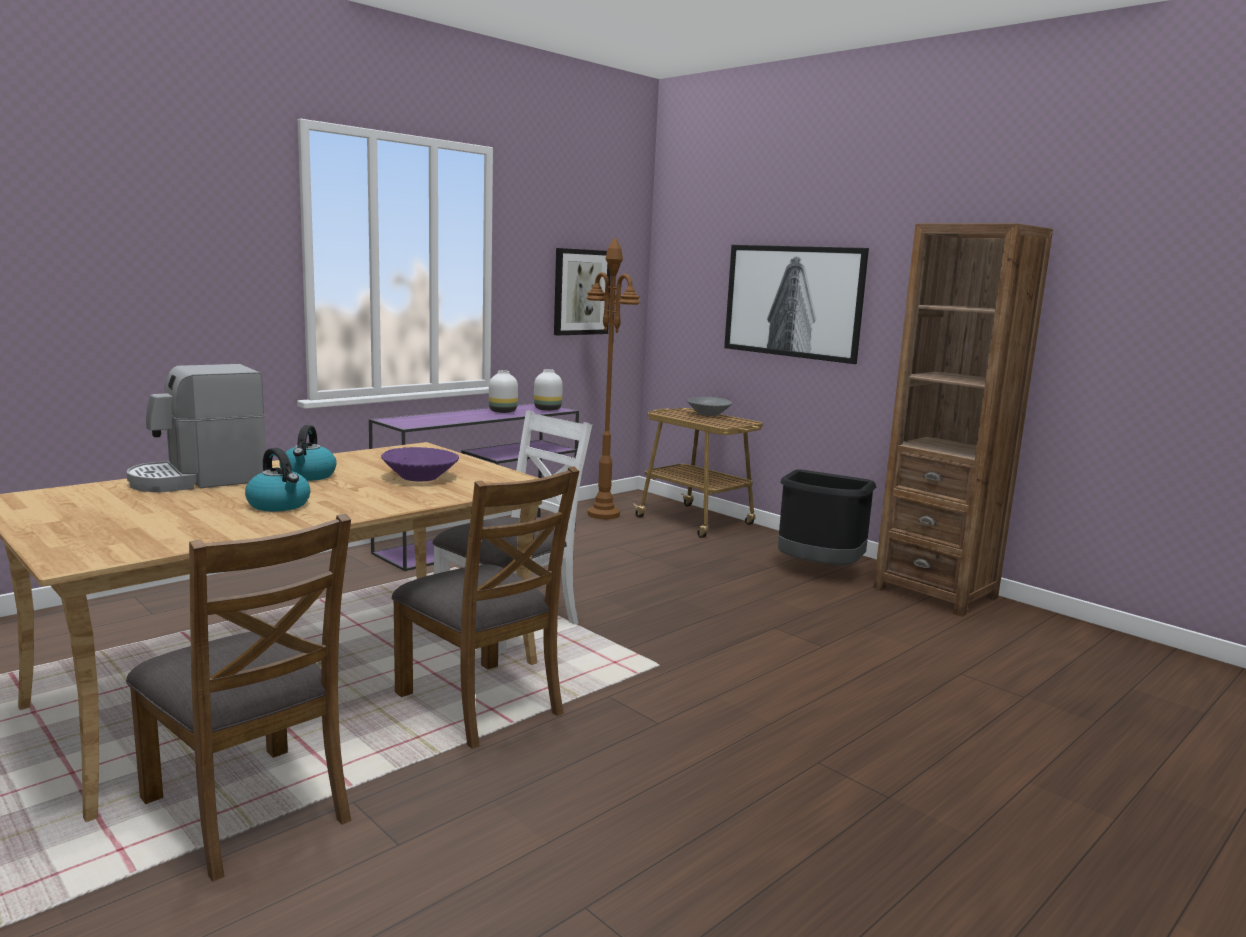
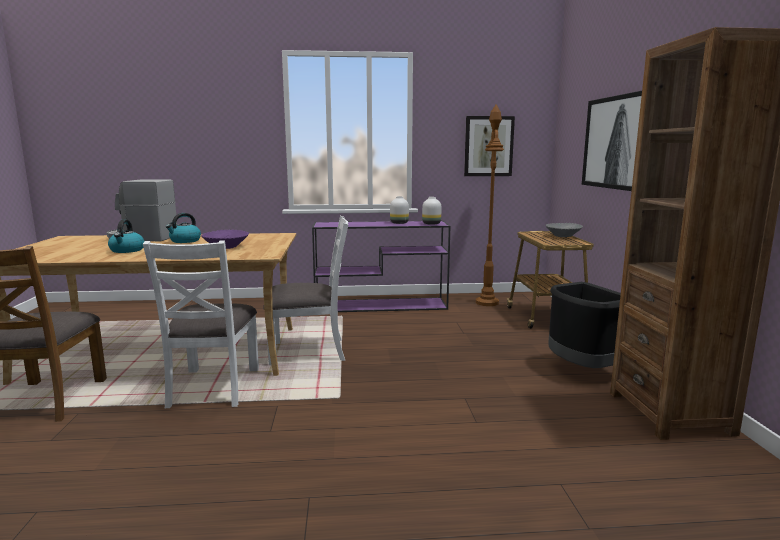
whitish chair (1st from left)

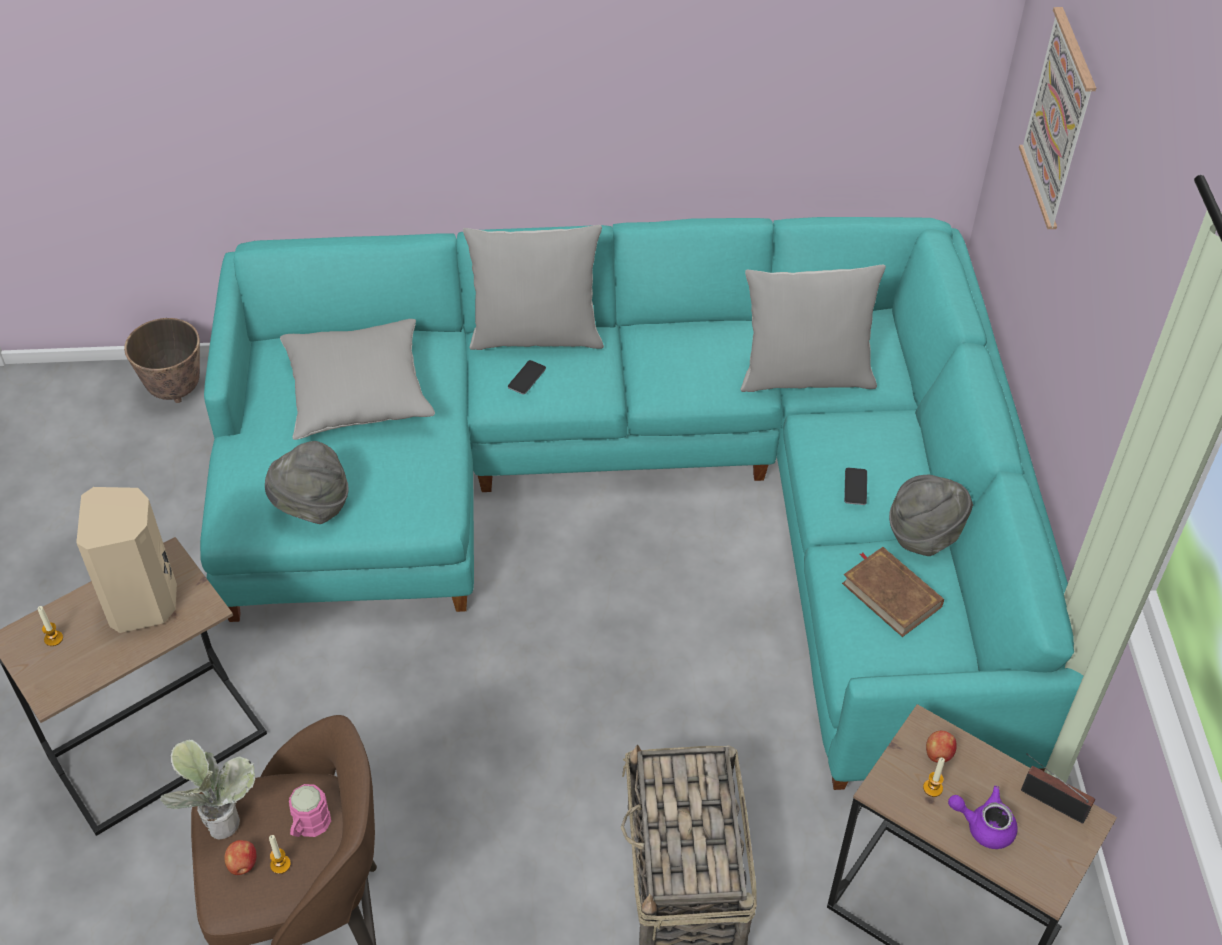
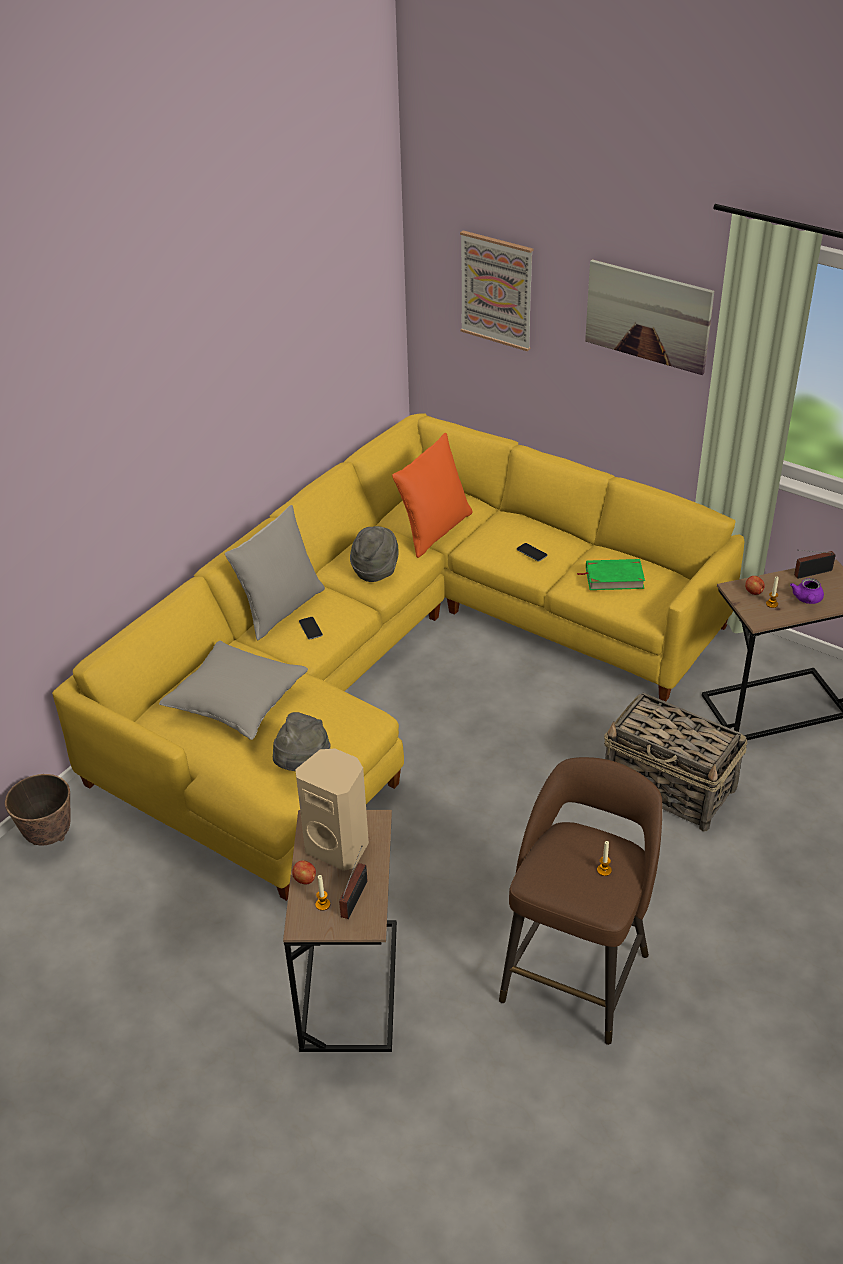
houseplant
yellowish sofa
apple fruit (1st from left)
pink coffee mug
orange cushion
greenish book
greyish wearable hat (2nd from left)
purple-coloured tea pot
radio receiver (1st from left)
wall art (2nd from left)

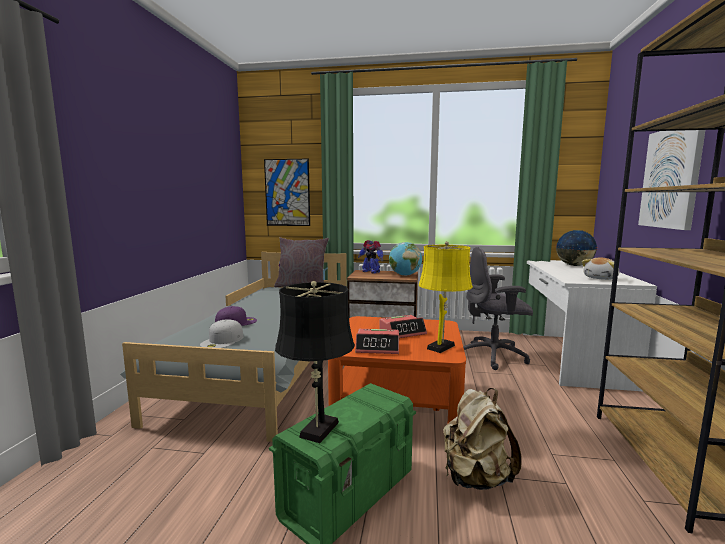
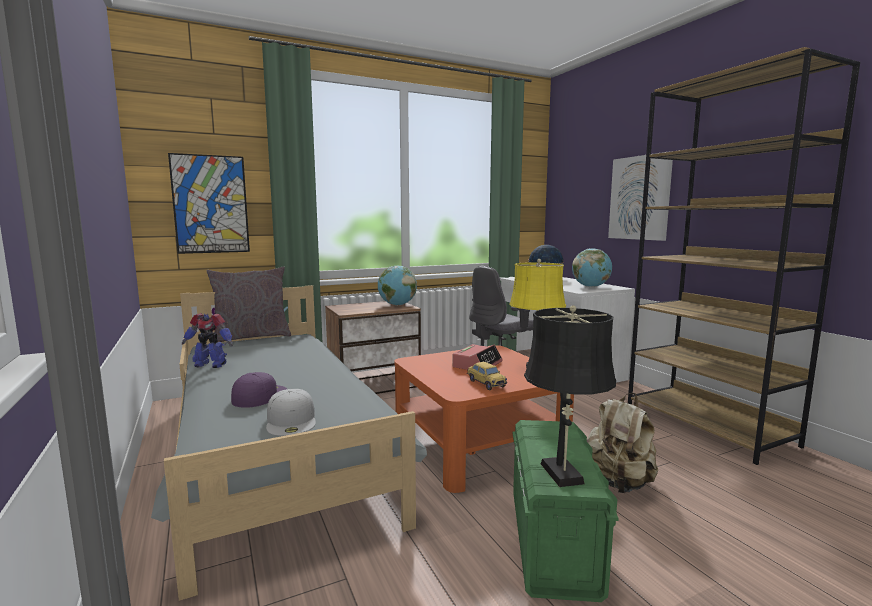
toy car
robot figure
desk globe (3rd from left)

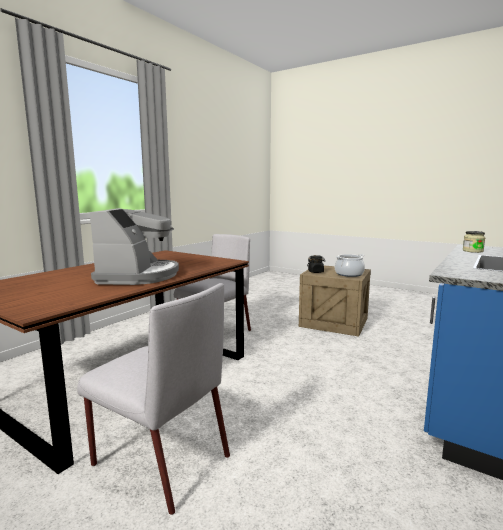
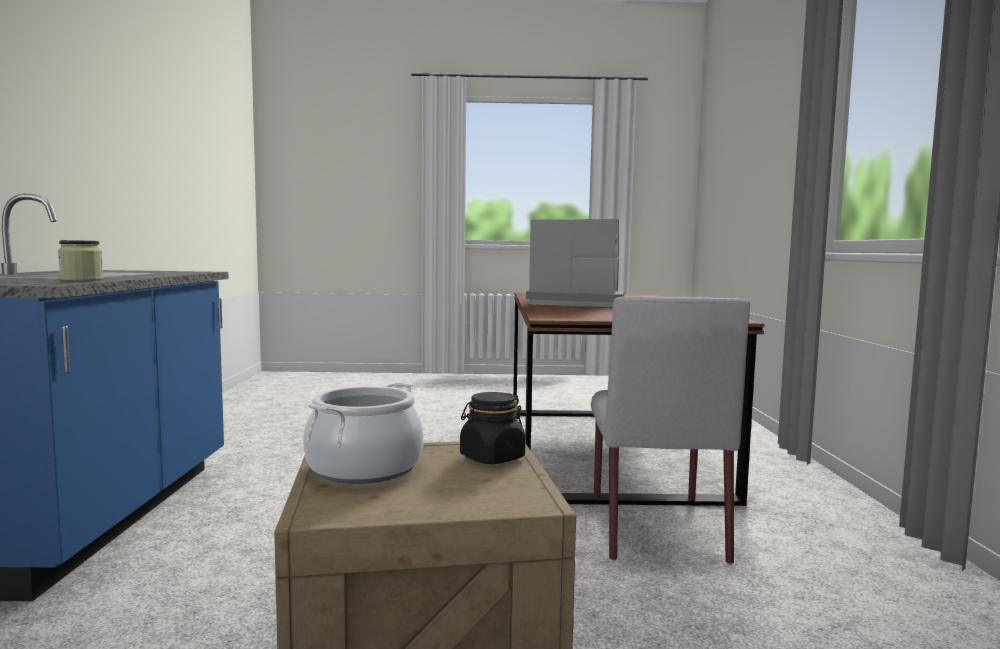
greyish chair (1st from left in the first image)
coffee maker

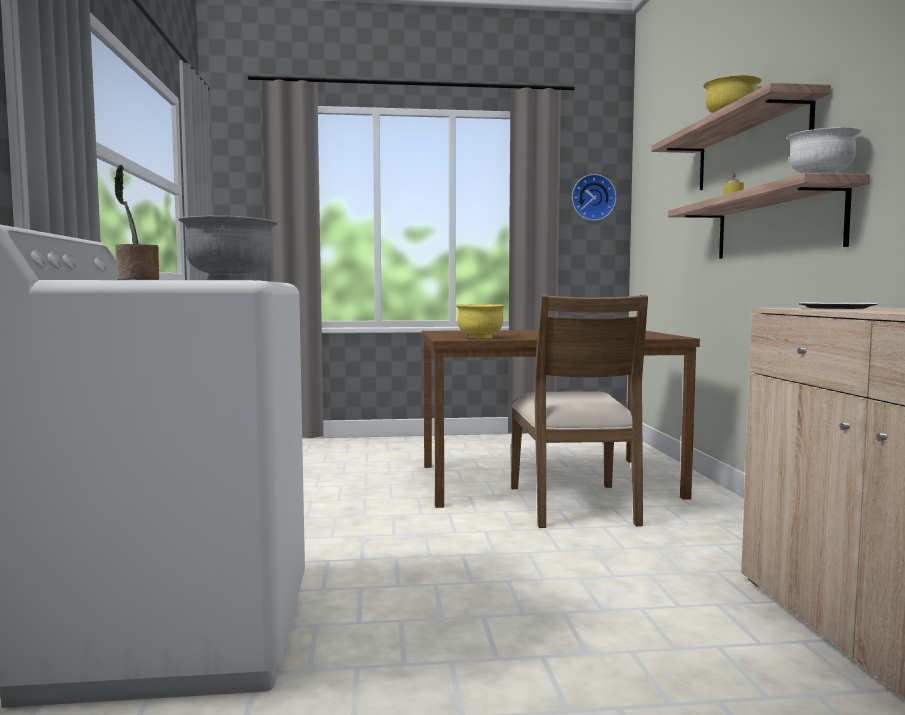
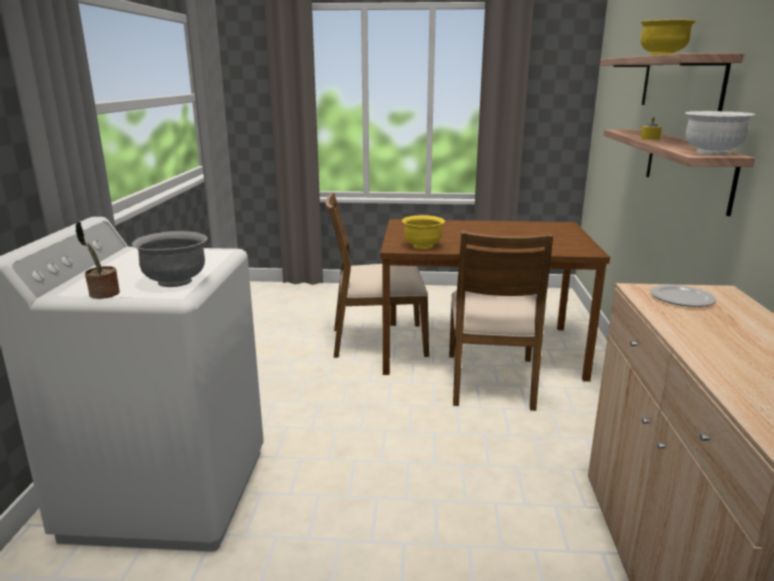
wall clock
brown chair (1st from left)

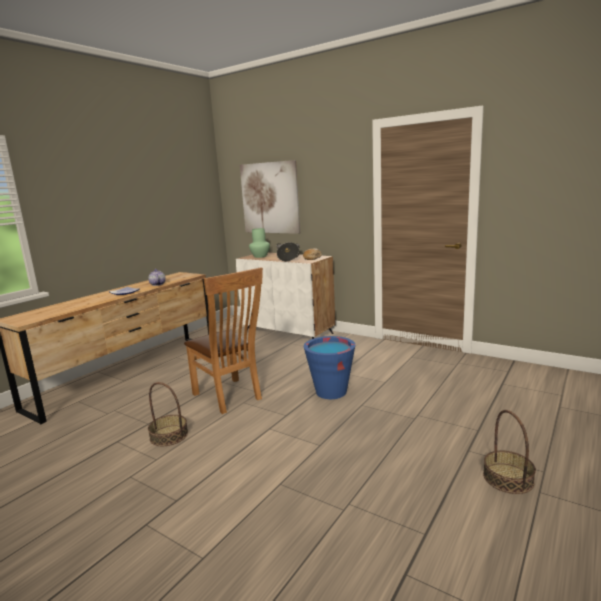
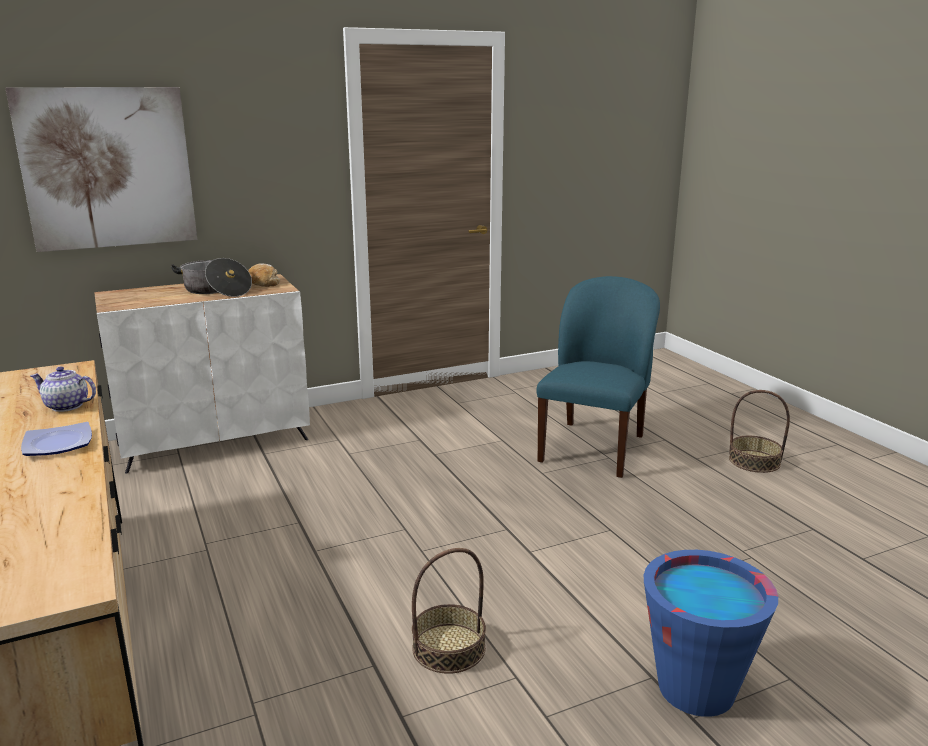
brown chair
greenish flower vase
blue-coloured water bucket
blue-coloured chair

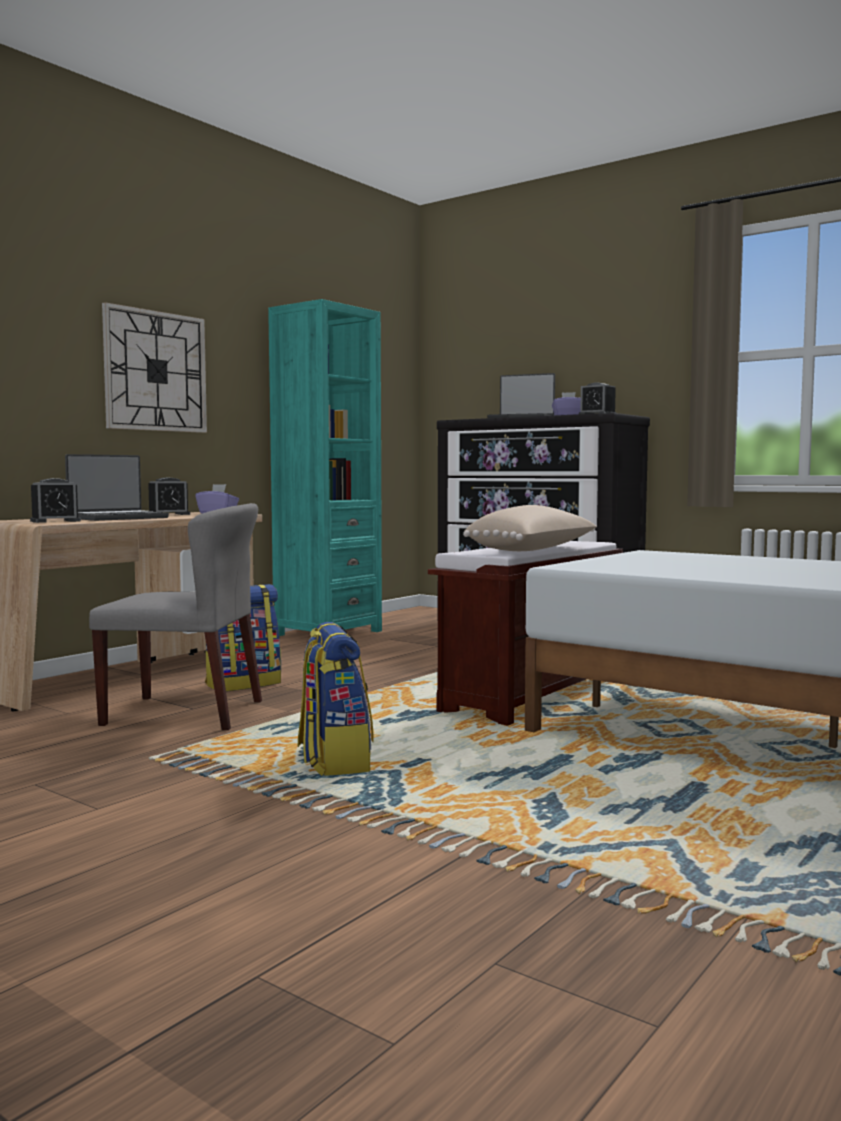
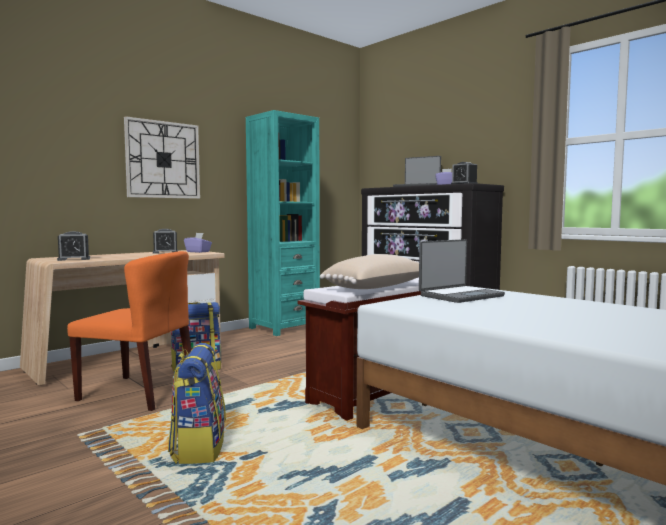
portable computer (2nd from left)
orange chair

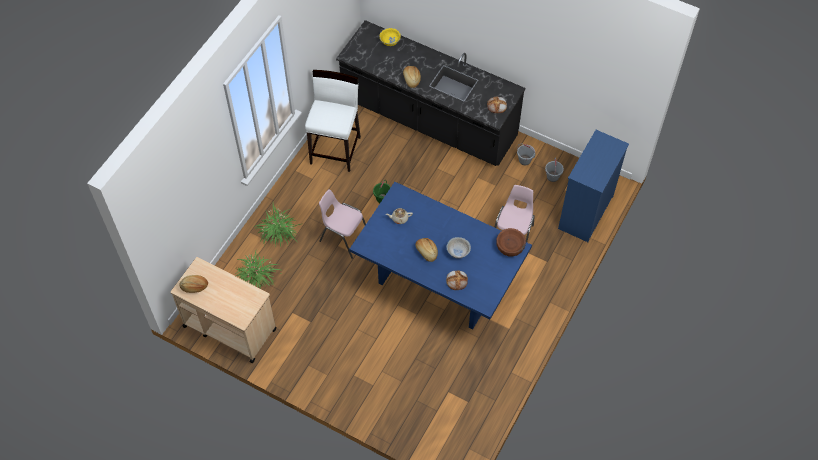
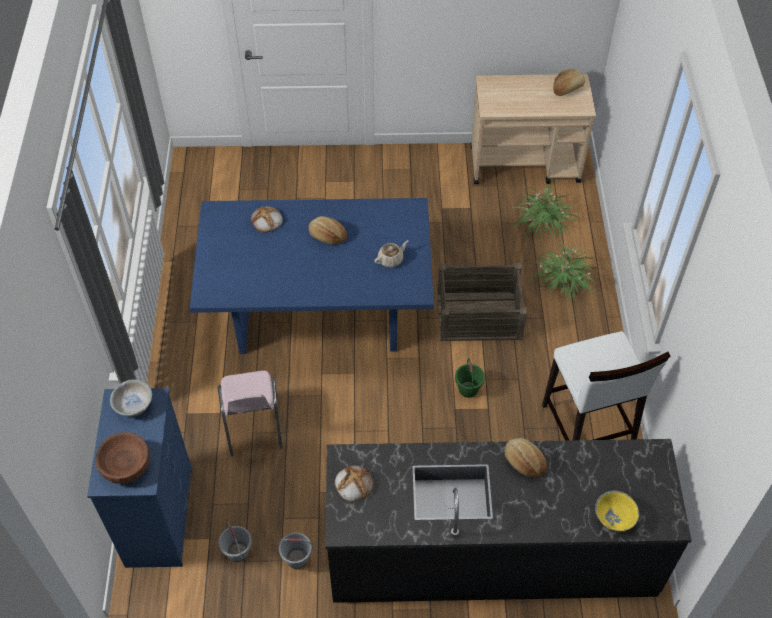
crate
whitish bowl
brown bowl

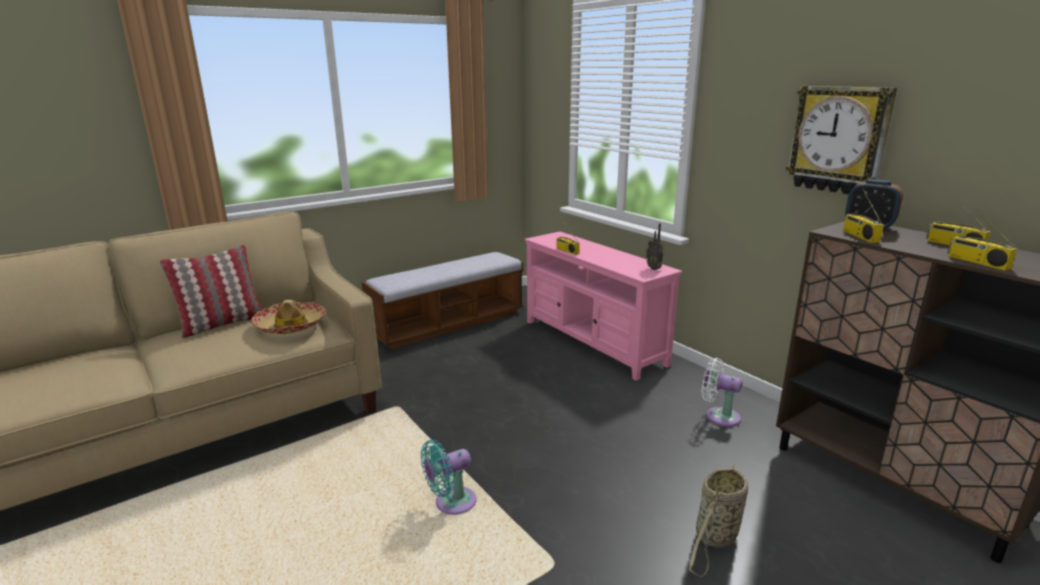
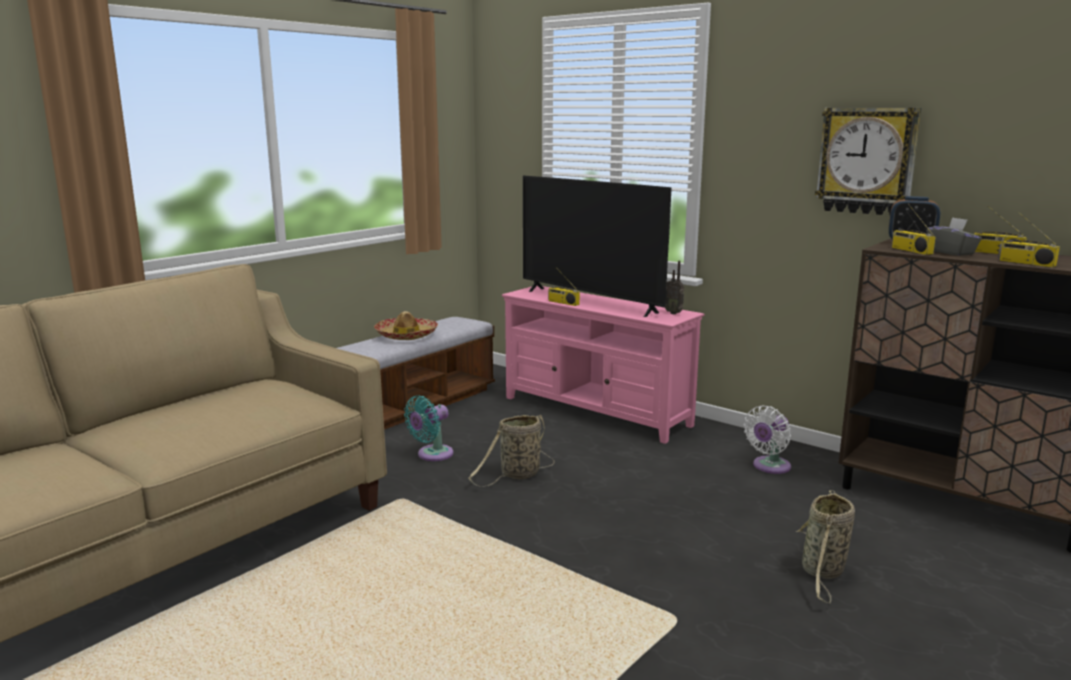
cushion
wearable hat
turquoise-coloured cooling fan
whitish cooling fan
household basket (1st from left)
television
greyish tissue box

